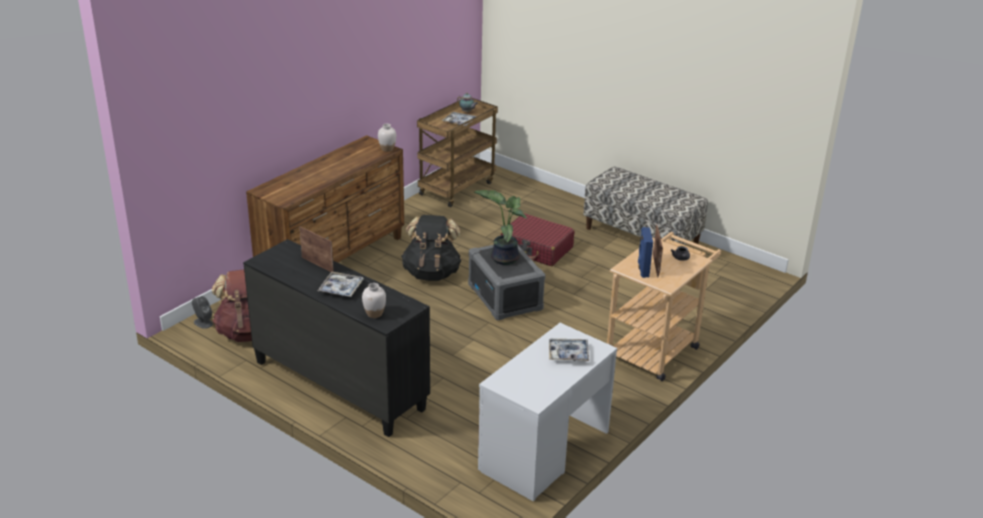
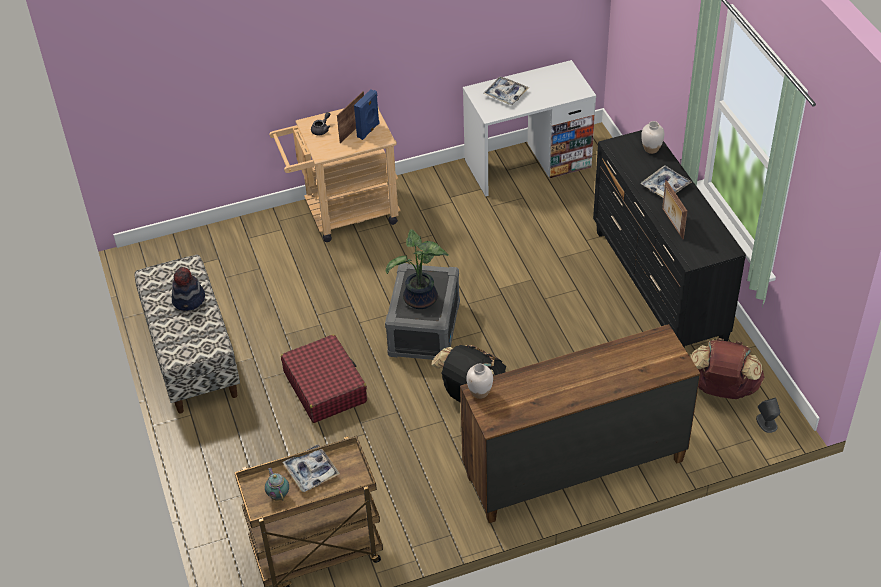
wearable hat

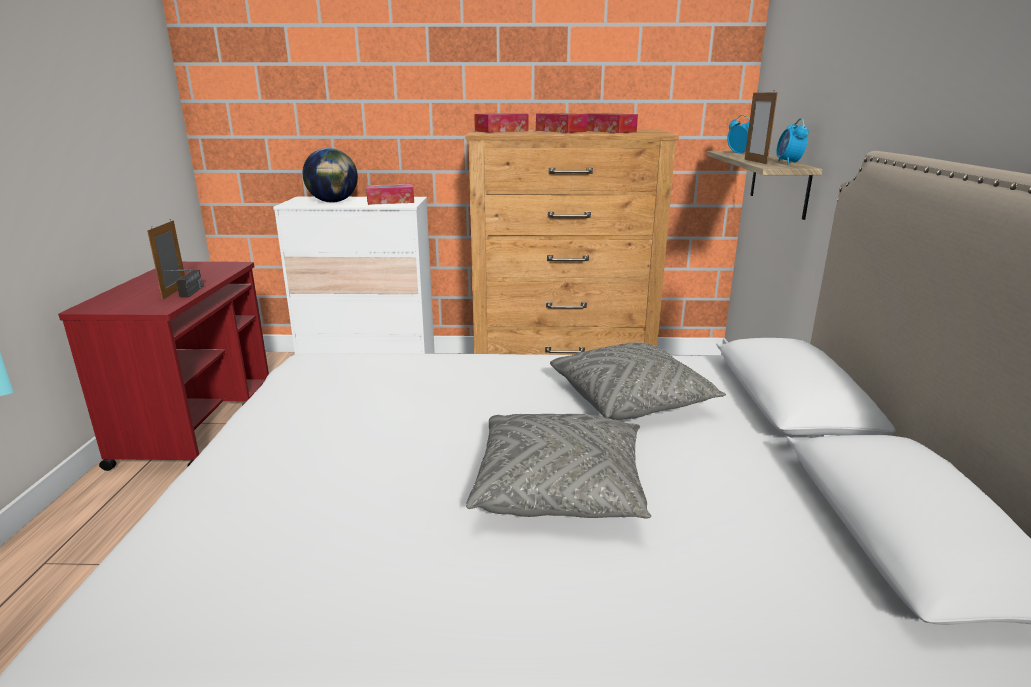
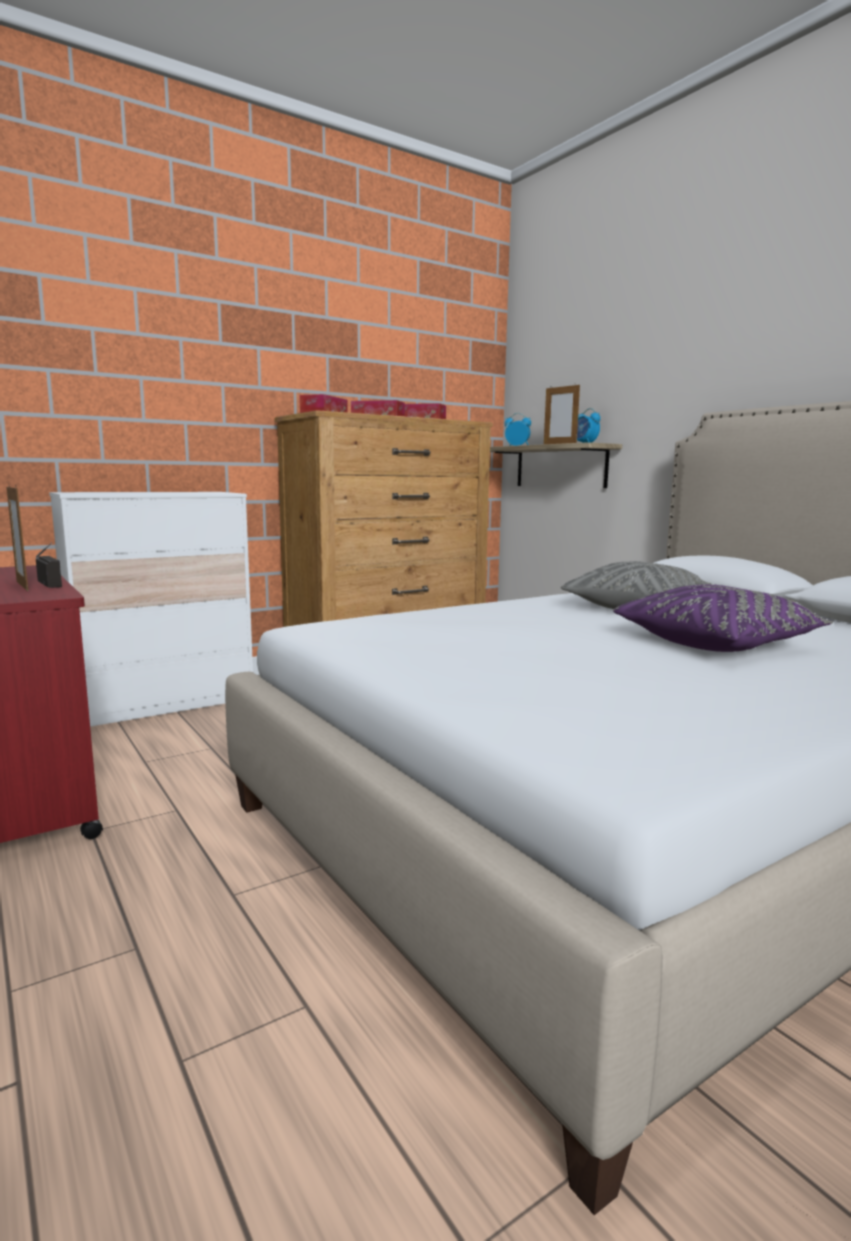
desk globe
tissue box (1st from left in the first image)
purple-coloured cushion

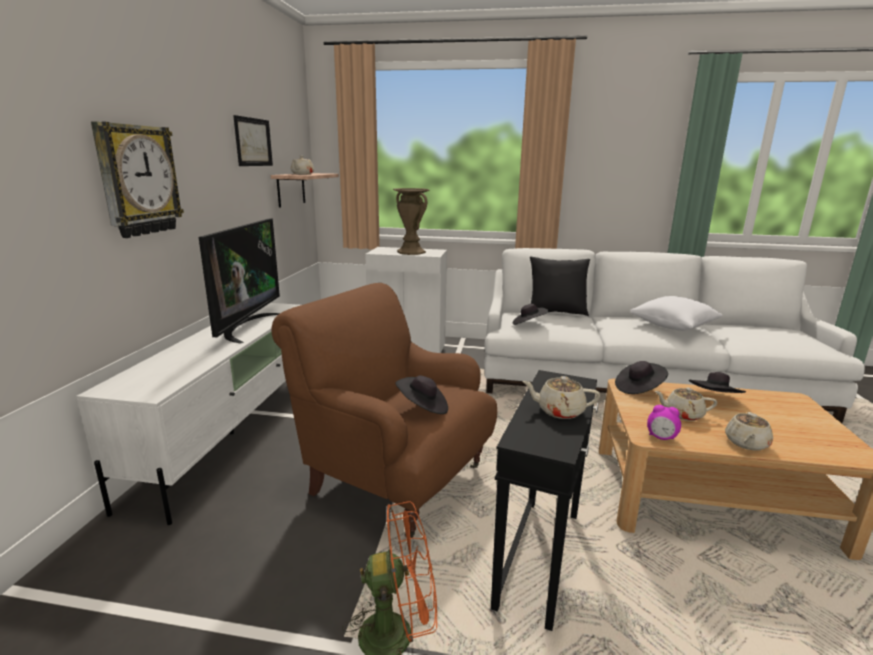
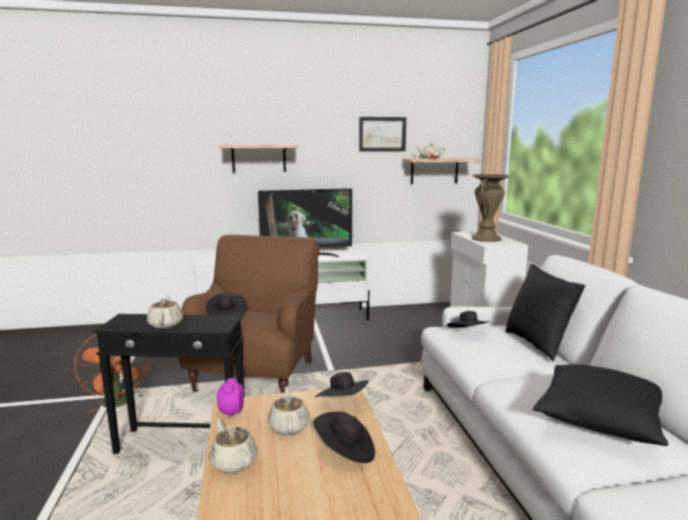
wall shelf (1st from left)
blackish cushion (2nd from left)
sand-coloured tea pot (2nd from left)

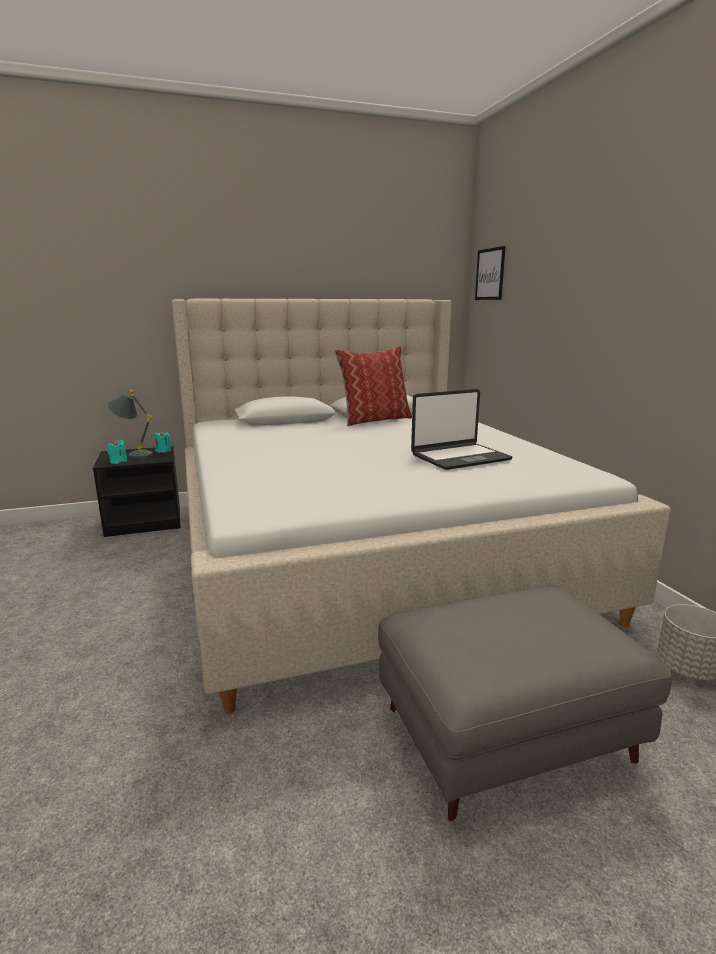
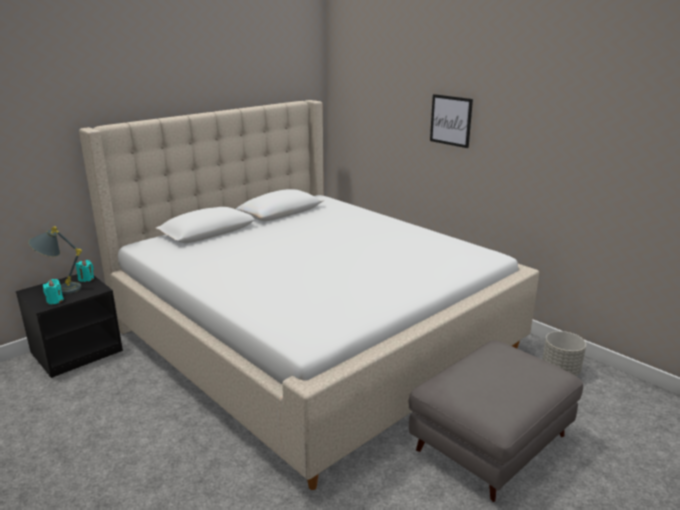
cushion
portable computer
wall art

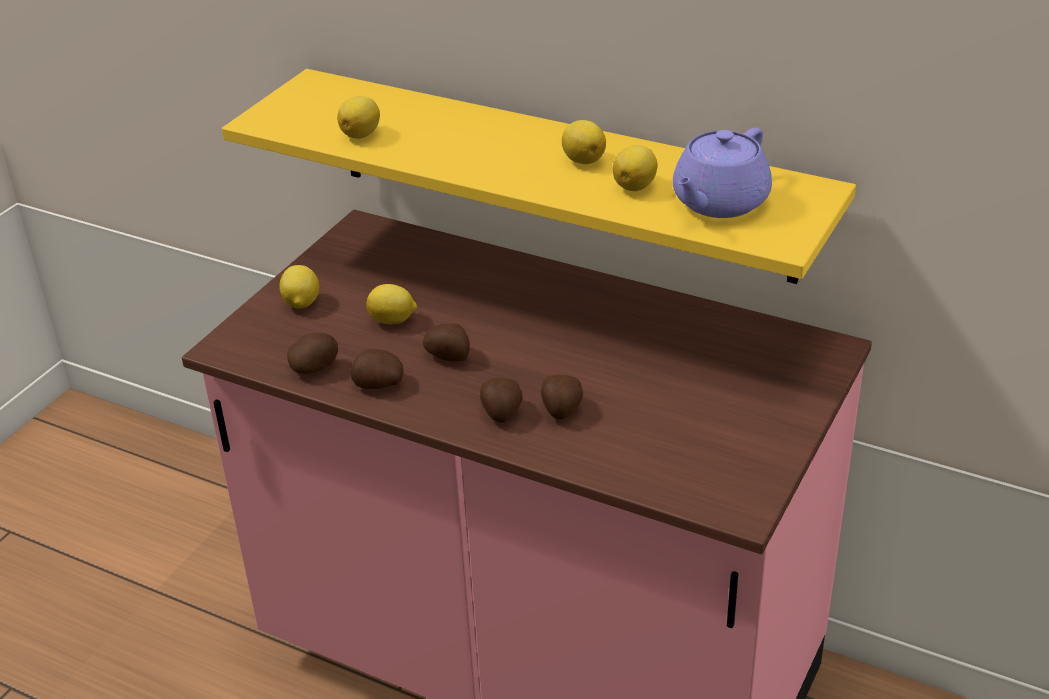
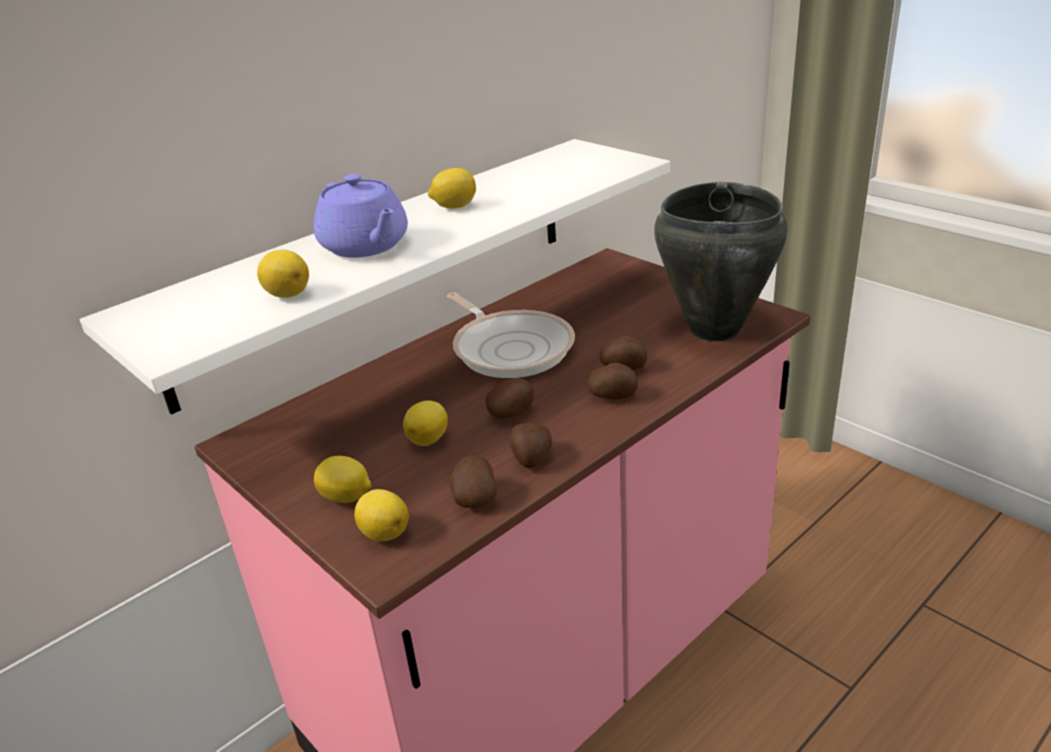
whitish wall shelf
citrus fruit (3rd from left)
purple-coloured tea pot
skillet
blackish cooking pot

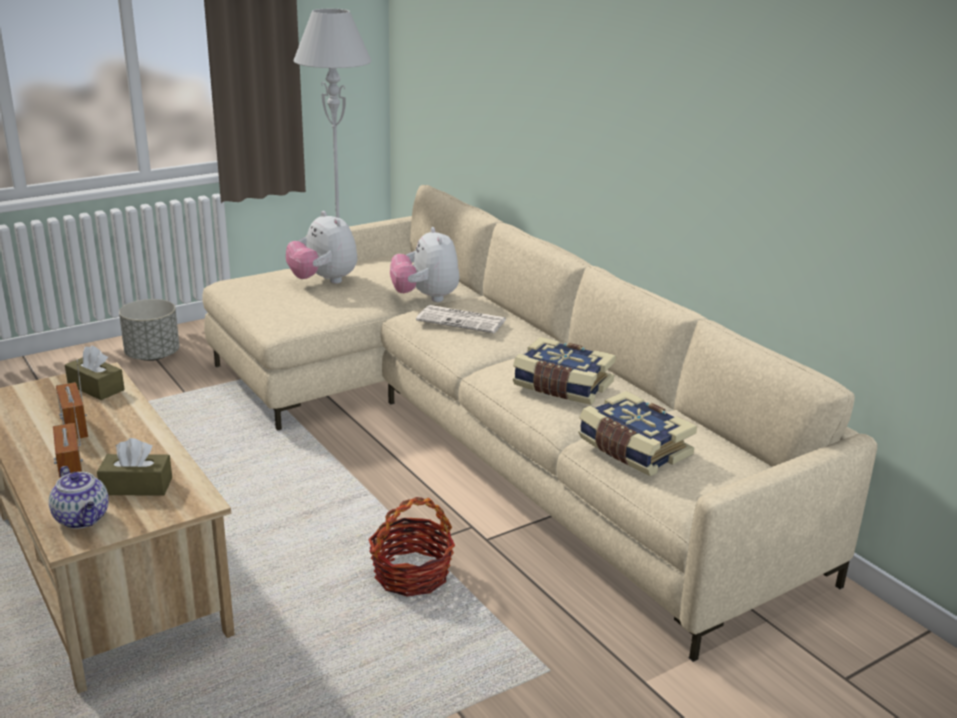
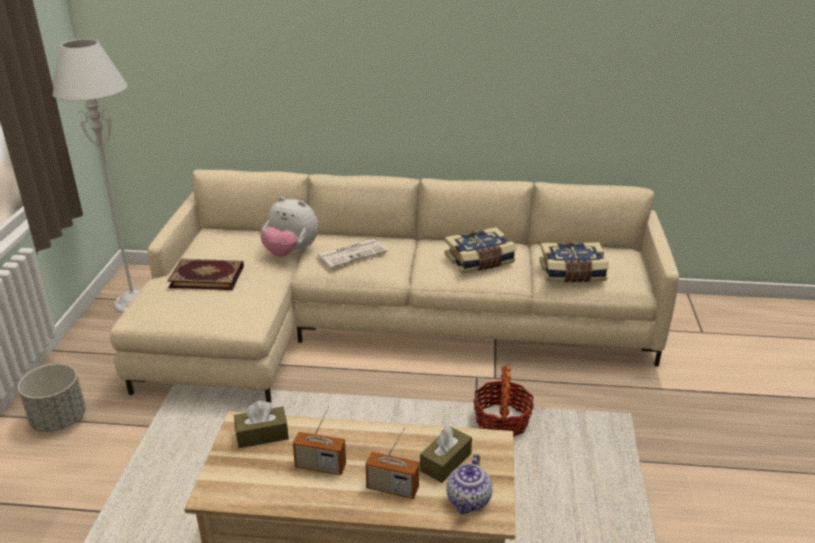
tea pot
book (1st from left)

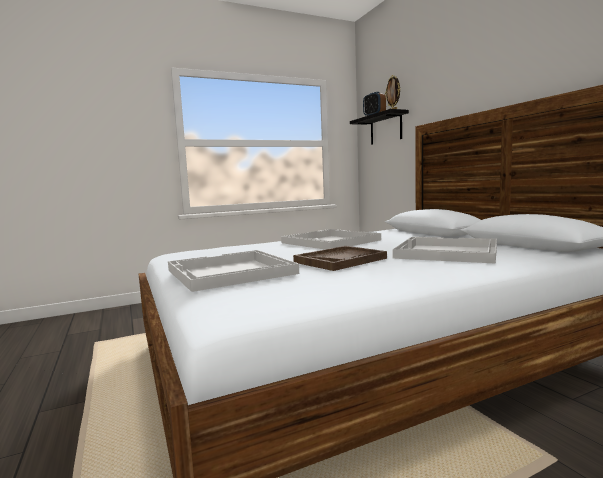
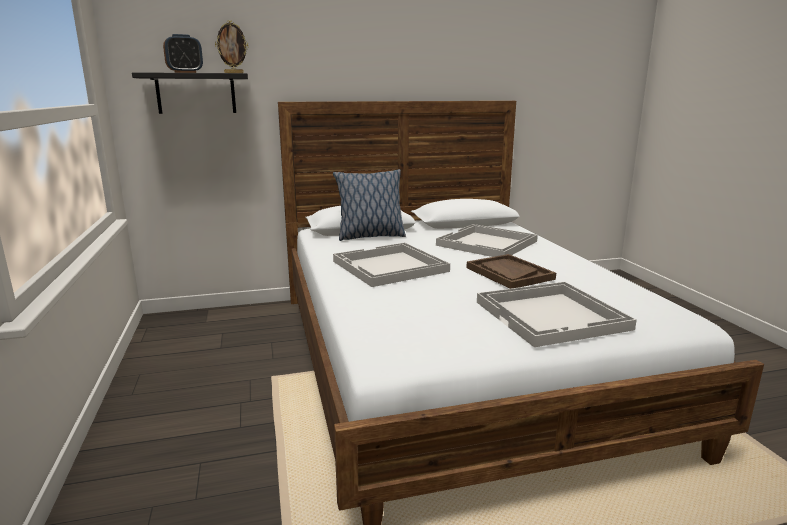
cushion

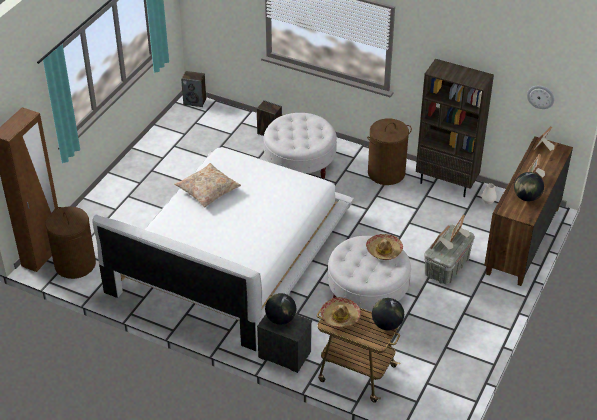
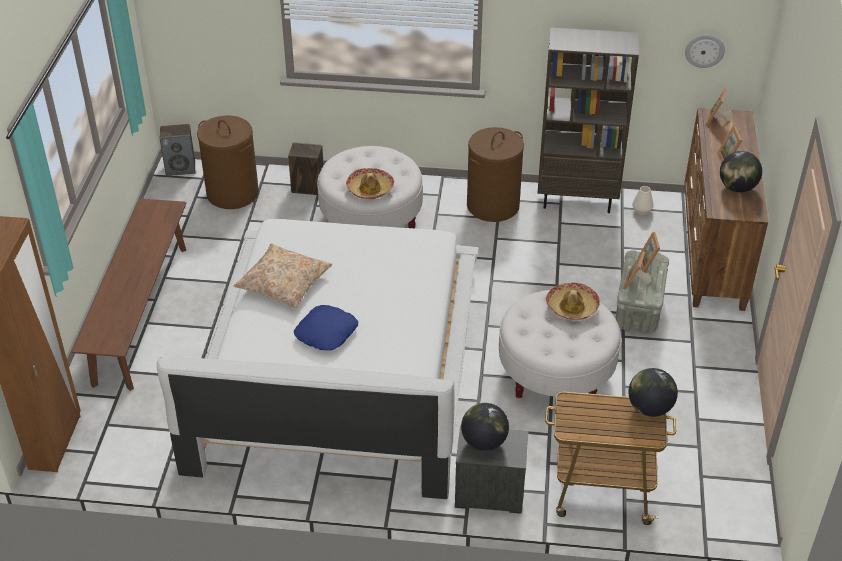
brown laundry basket (1st from left)
wearable hat (1st from left)
brown long seat
blue-coloured cushion

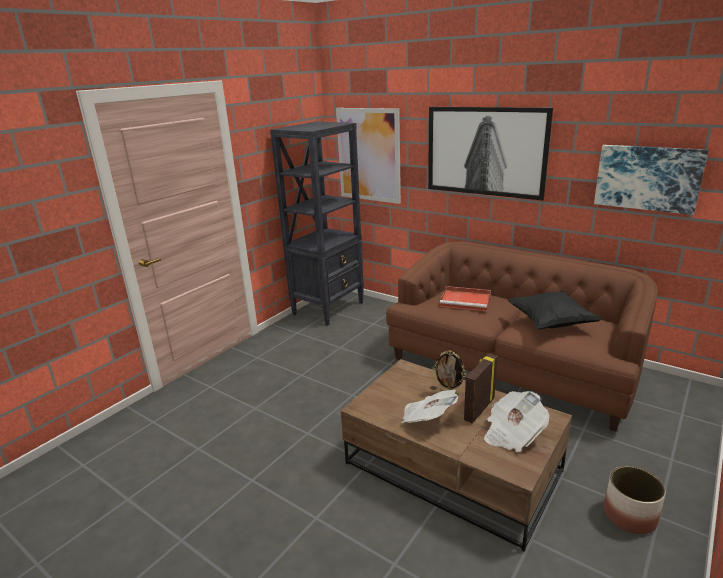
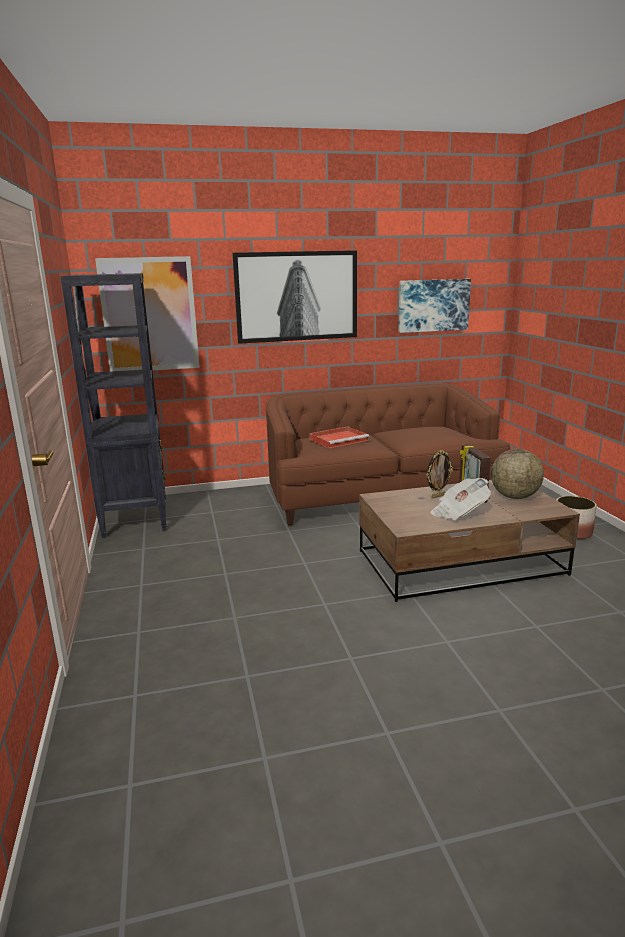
desk globe
blackish cushion

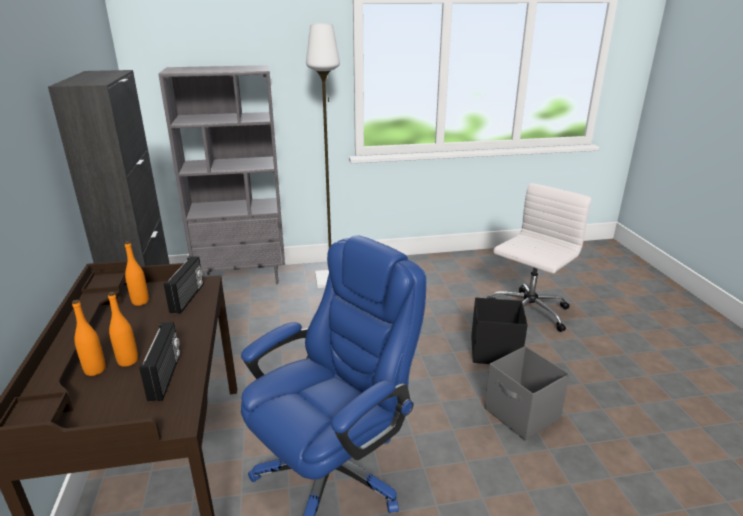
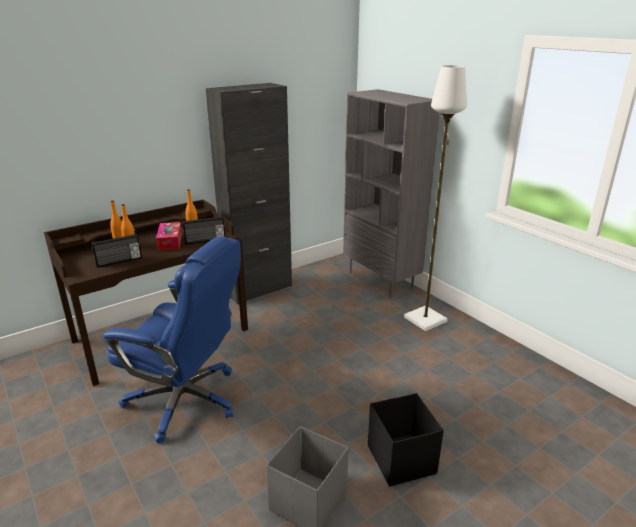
whitish computer chair
tissue box

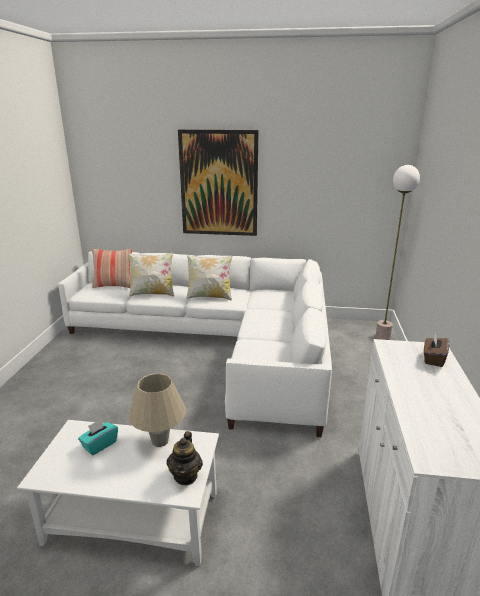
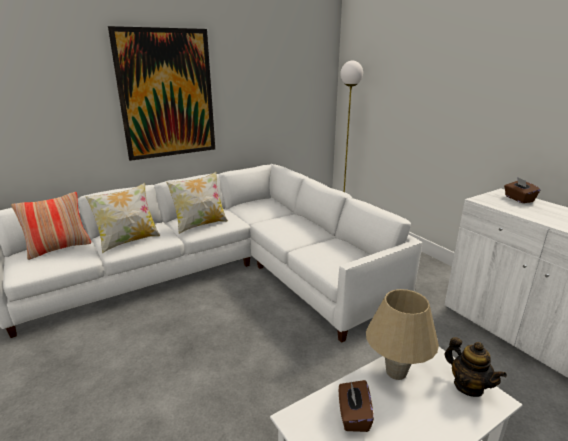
brown tissue box (1st from left)

